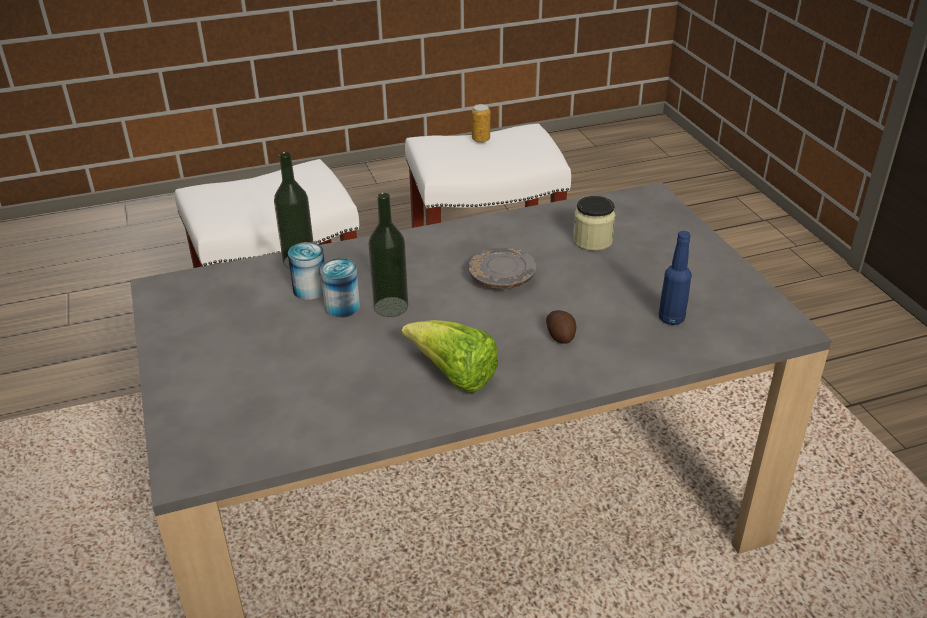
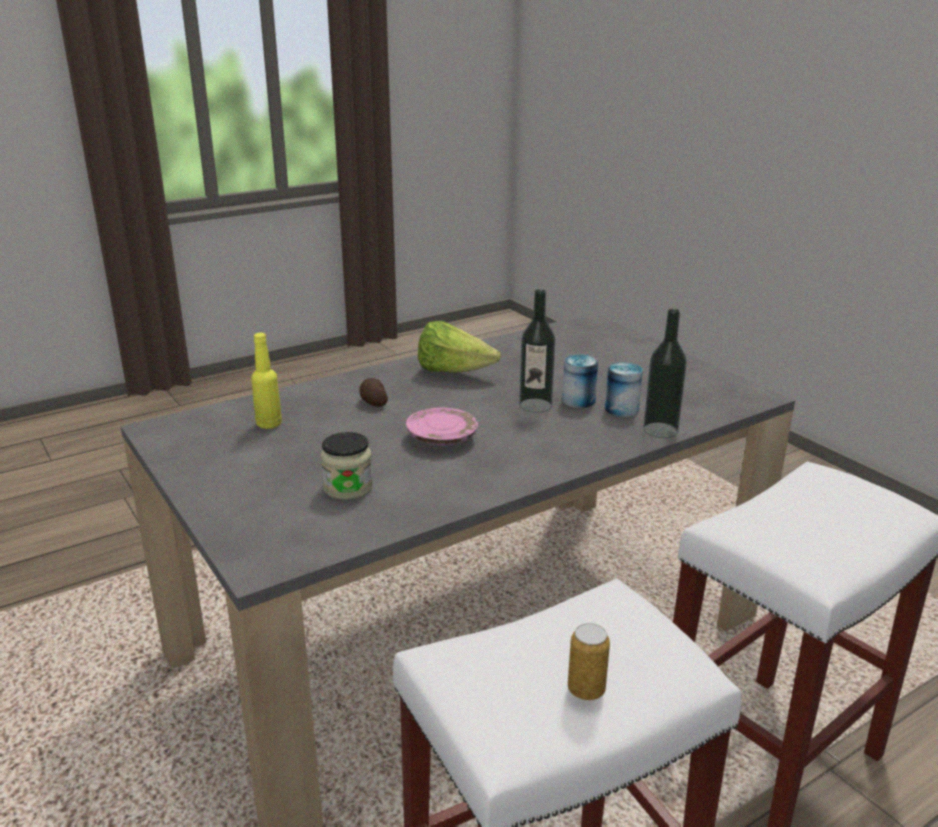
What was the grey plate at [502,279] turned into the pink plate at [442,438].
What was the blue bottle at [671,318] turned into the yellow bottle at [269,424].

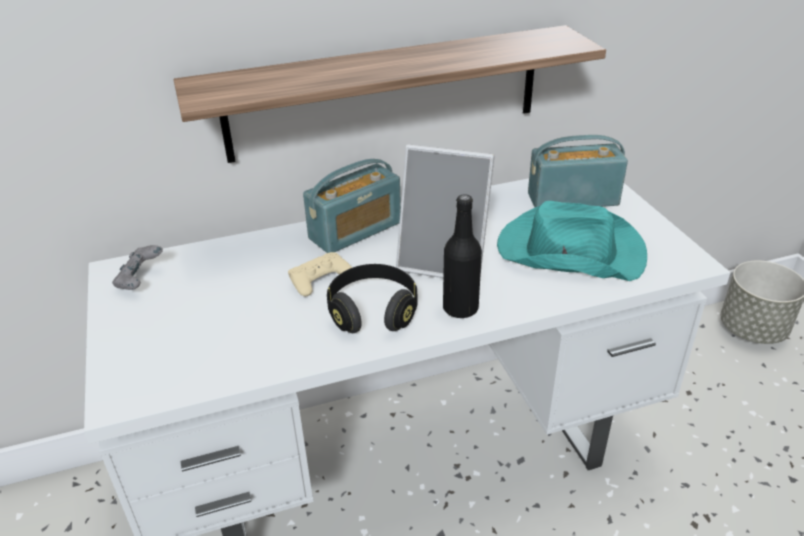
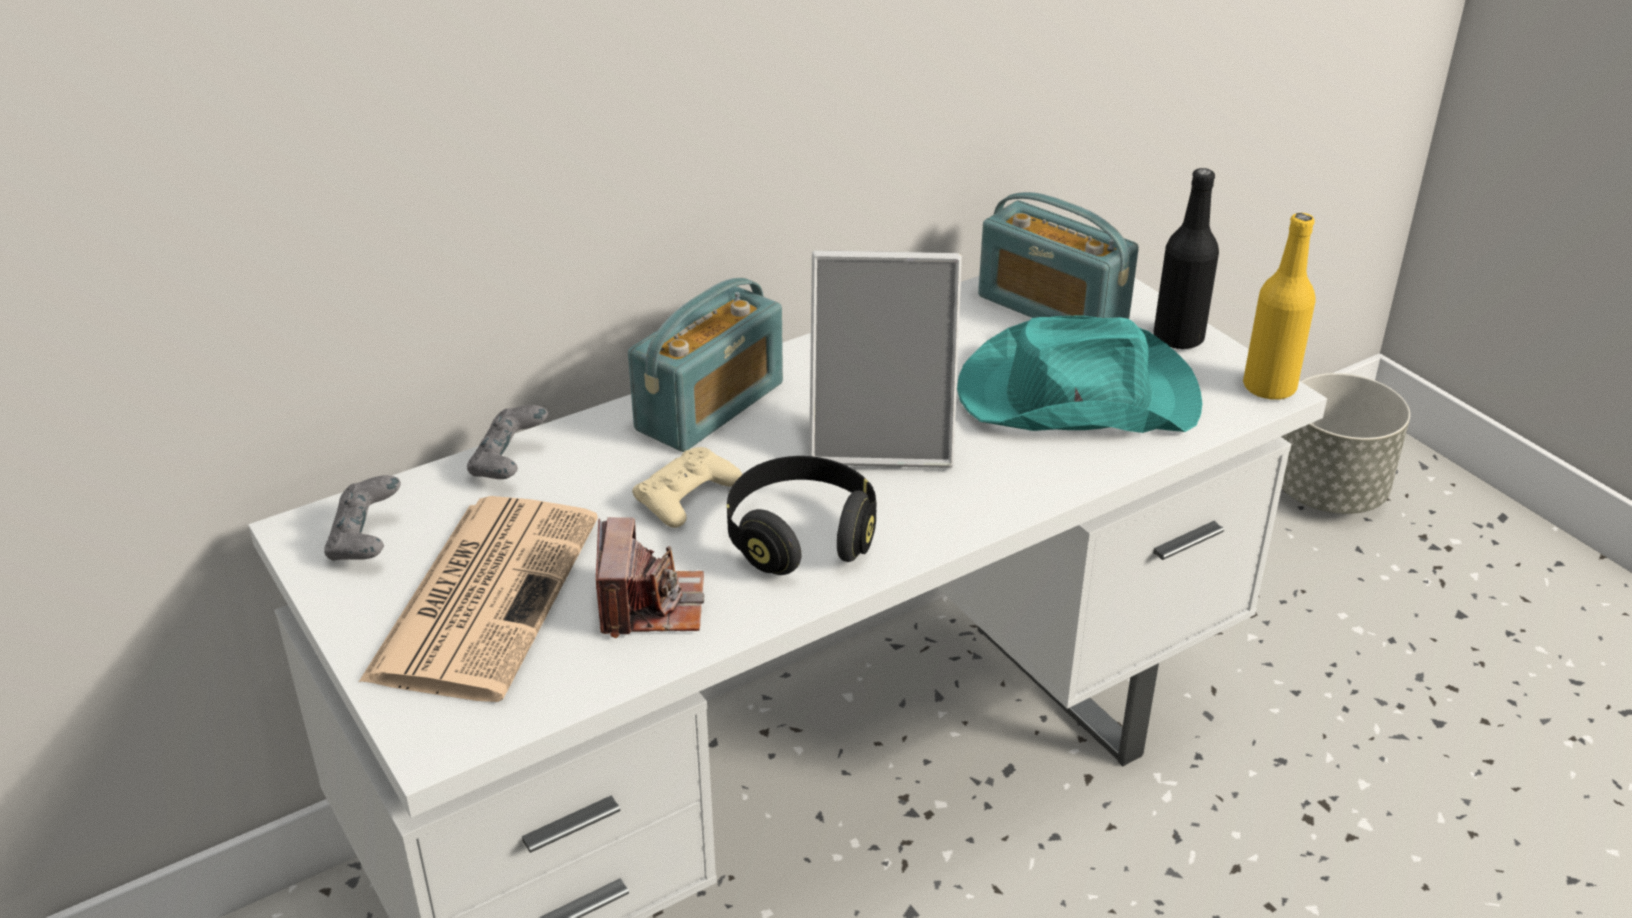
The second view lost the shelf at [384,94].
The second view gained the newspaper at [484,595].
The second view gained the grey game controller at [509,464].
The second view gained the photo camera at [650,604].
The second view gained the yellow bottle at [1269,387].
The black bottle ended up elsewhere, having gone from [460,308] to [1178,338].
The radio at [572,199] ended up facing another way, 120 degrees counterclockwise from before.

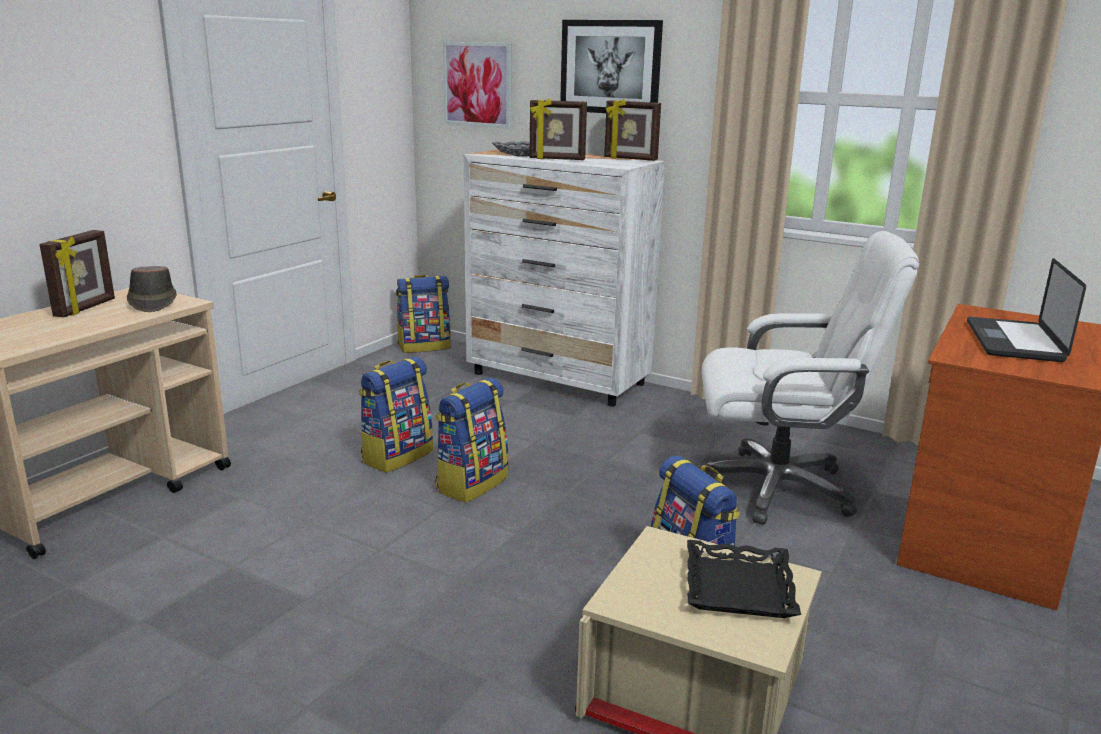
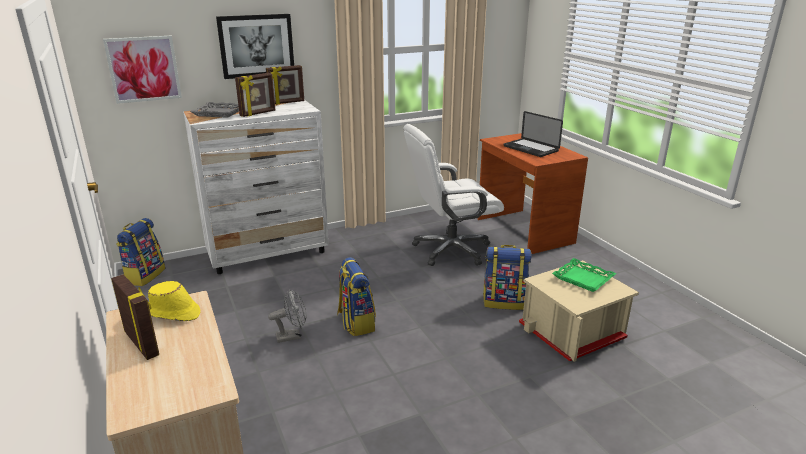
Where the backpack stood at [397,456], the grey fan came to stand at [292,336].
What was the brown hat at [152,303] turned into the yellow hat at [173,313].
What was the black tray at [737,587] turned into the green tray at [583,279].
The white office chair at [777,488] ended up facing another way, 150 degrees counterclockwise from before.

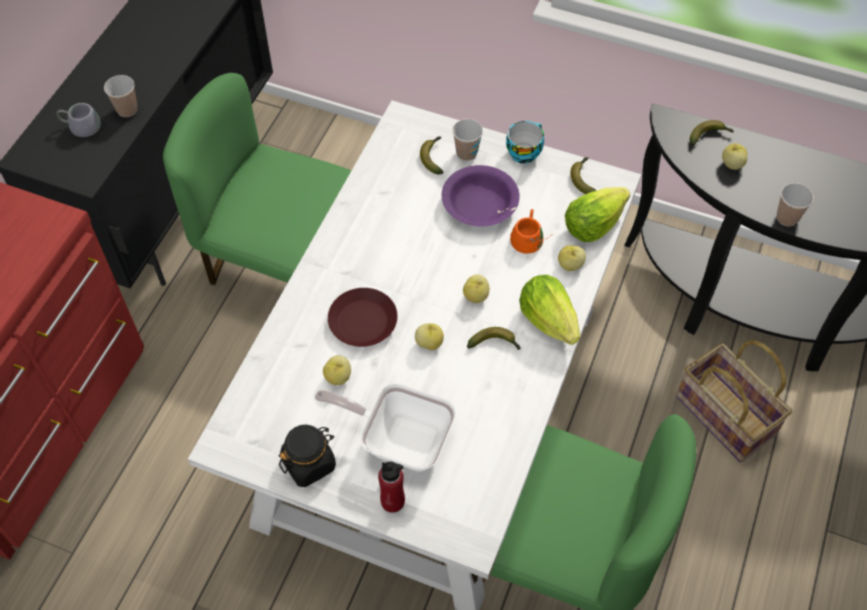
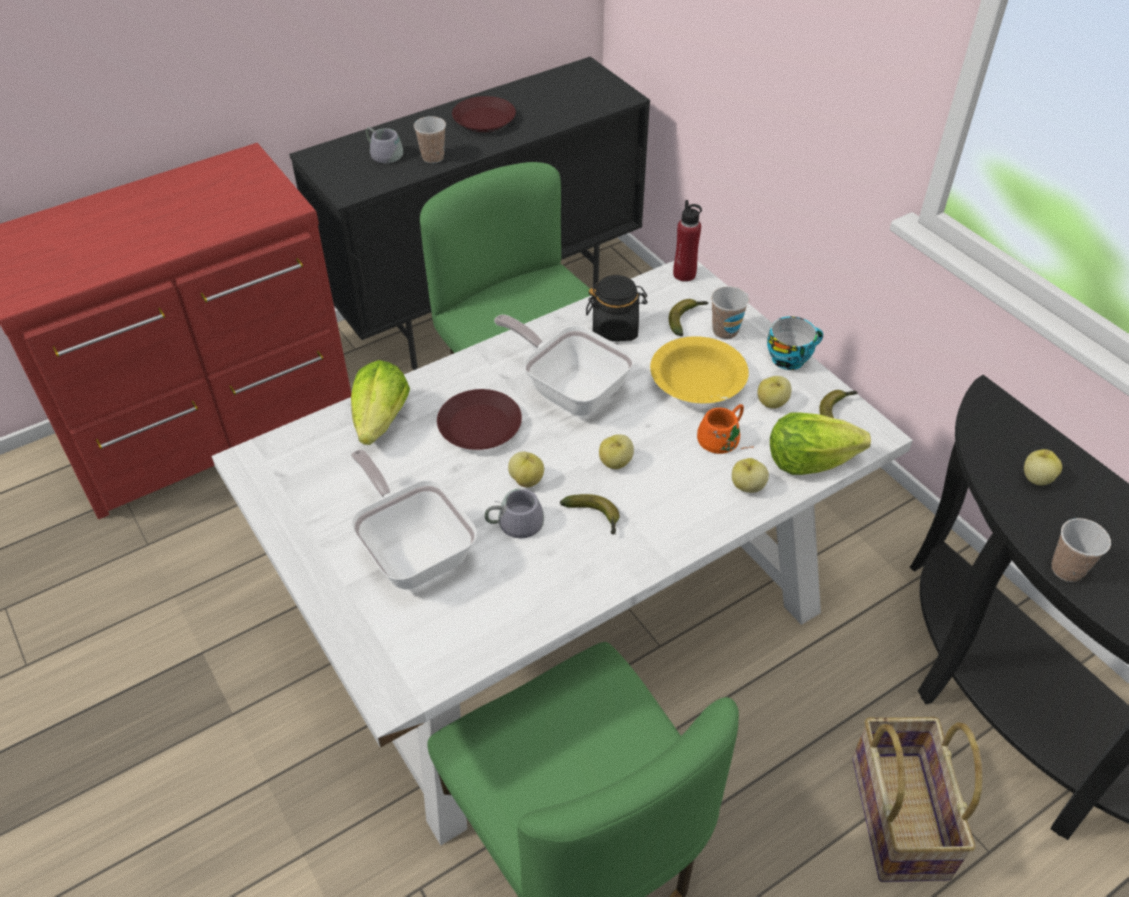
The second view lost the banana at [709,136].
The second view gained the brown plate at [483,120].
The second view gained the grey mug at [513,519].
The second view gained the frying pan at [570,389].
The black jar ended up elsewhere, having gone from [309,463] to [615,328].
The apple ended up elsewhere, having gone from [338,377] to [772,403].
The red bottle ended up elsewhere, having gone from [393,501] to [684,274].
The lettuce ended up elsewhere, having gone from [548,320] to [381,421].
What was the purple bowl at [480,204] turned into the yellow bowl at [697,382].

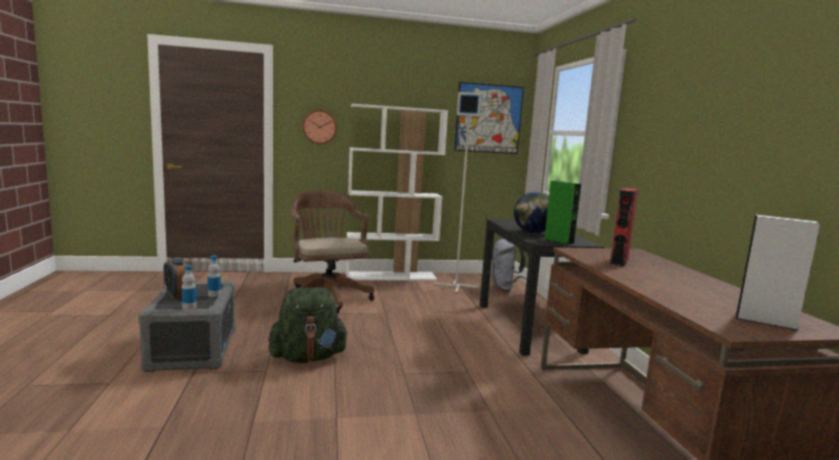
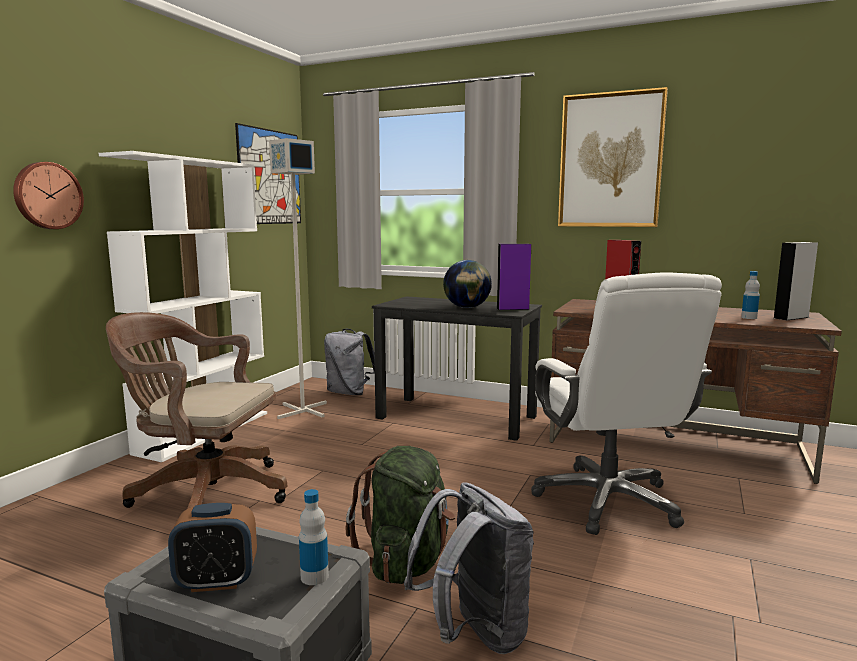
The second view gained the grey backpack at [474,633].
The second view gained the white office chair at [608,501].
The second view gained the picture at [610,161].
The bottle ended up elsewhere, having gone from [214,294] to [749,317].
What was the green speaker at [559,241] turned into the purple speaker at [512,308].

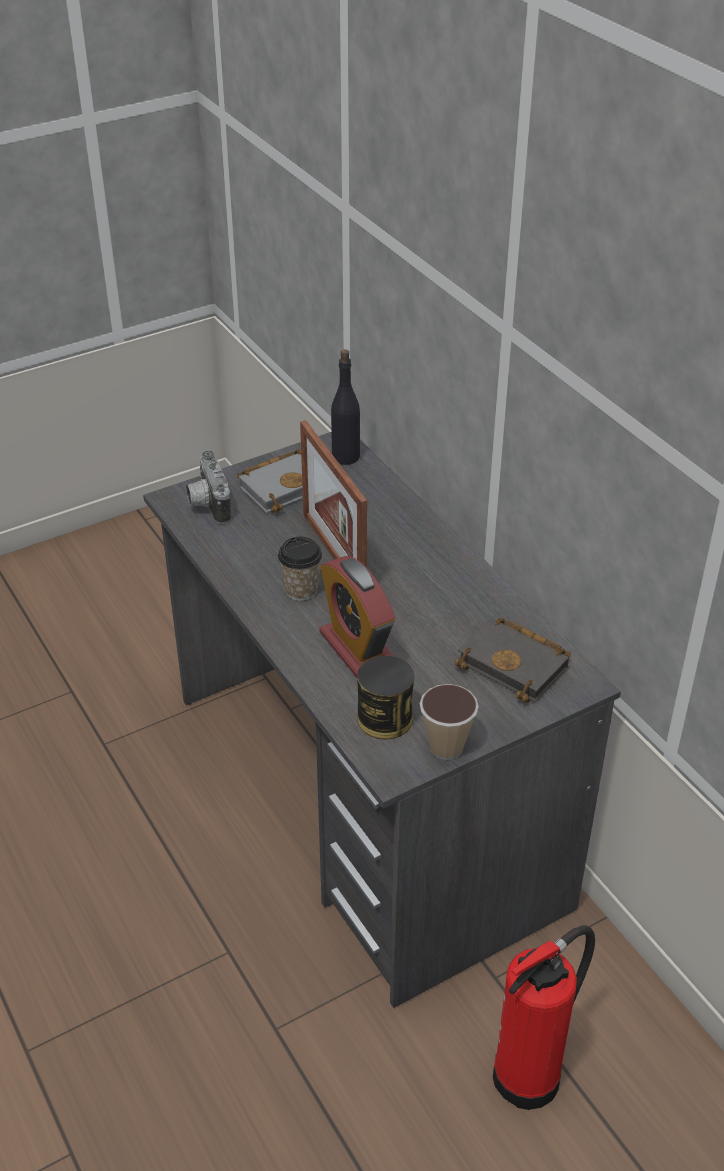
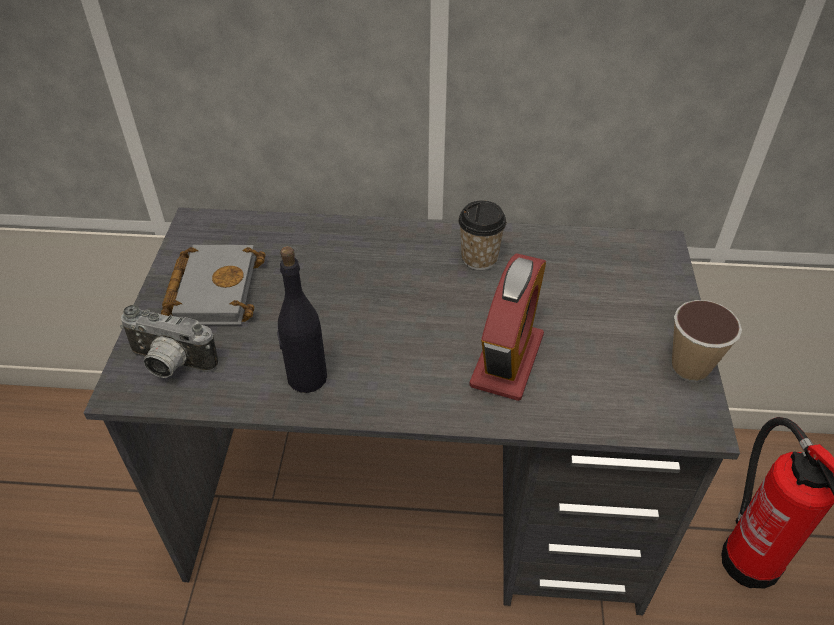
The second view lost the picture frame at [334,554].
The second view lost the can at [384,719].
The second view lost the black book at [516,665].
The cup ended up elsewhere, having gone from [301,590] to [479,258].
The black bottle ended up elsewhere, having gone from [345,456] to [306,378].
The alarm clock at [357,648] ended up facing another way, 75 degrees counterclockwise from before.

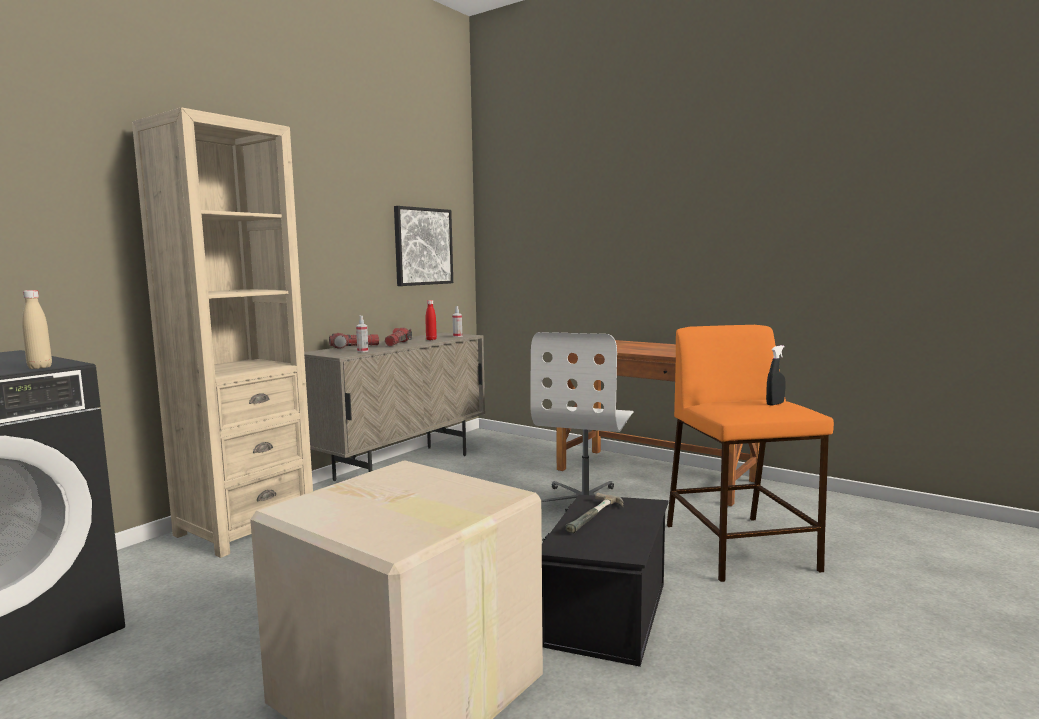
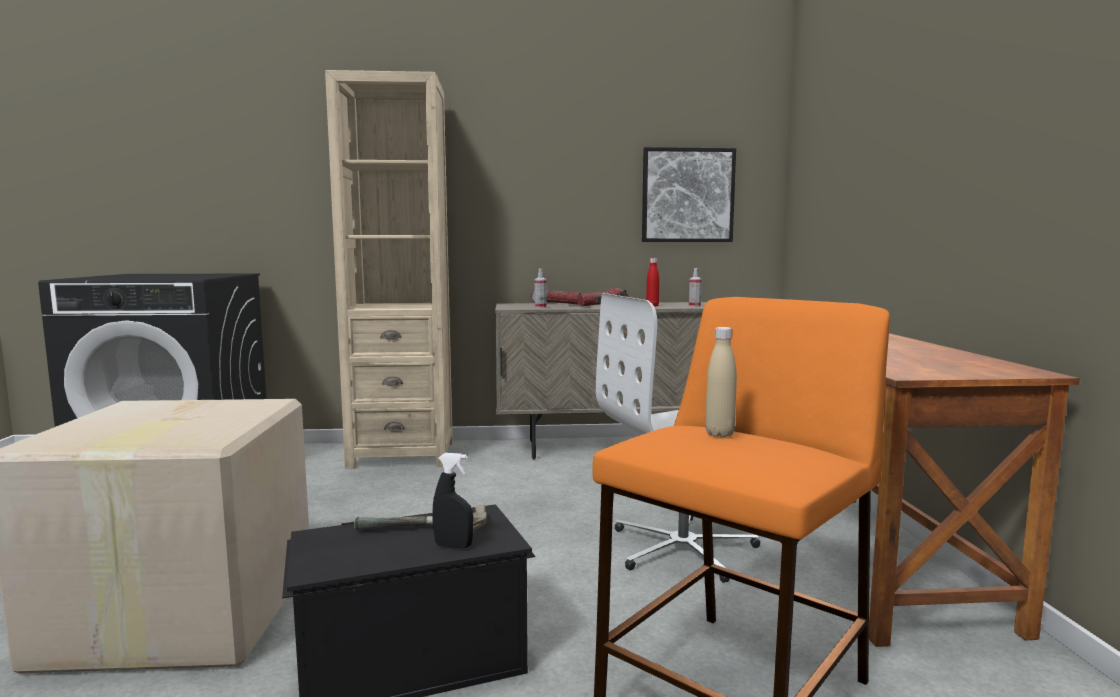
The beige bottle ended up elsewhere, having gone from [40,367] to [719,434].
The black spray bottle ended up elsewhere, having gone from [775,404] to [453,546].

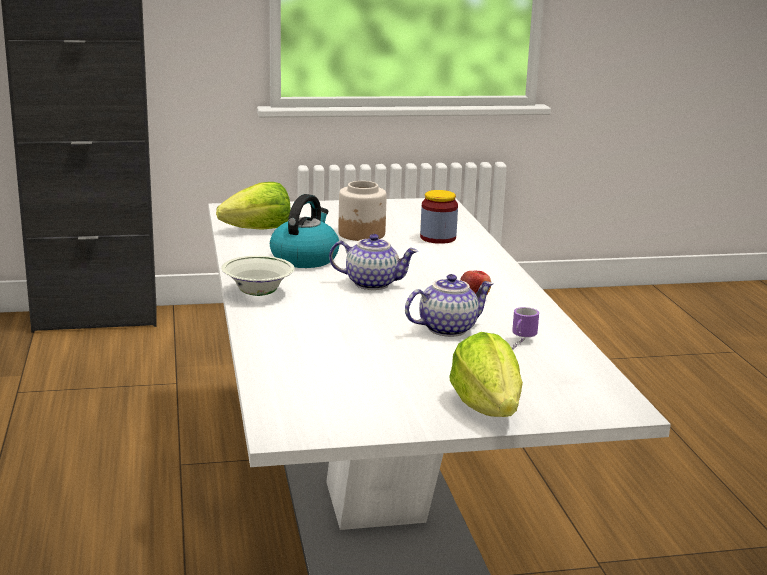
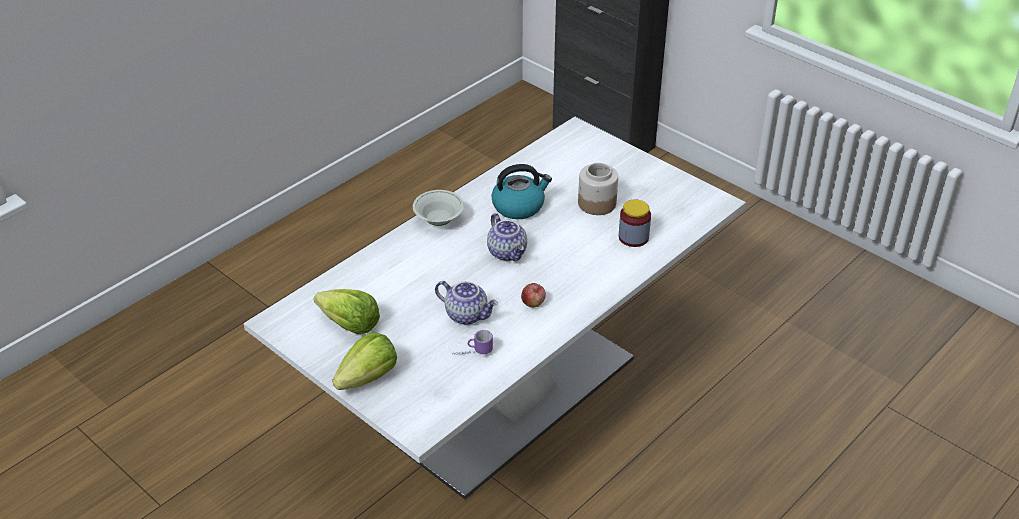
The lettuce ended up elsewhere, having gone from [258,230] to [349,325].

